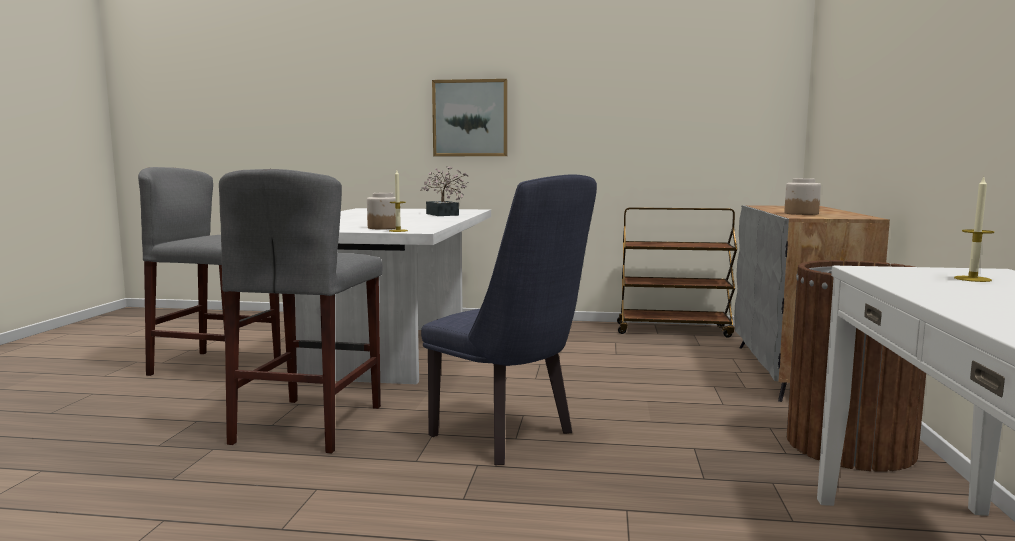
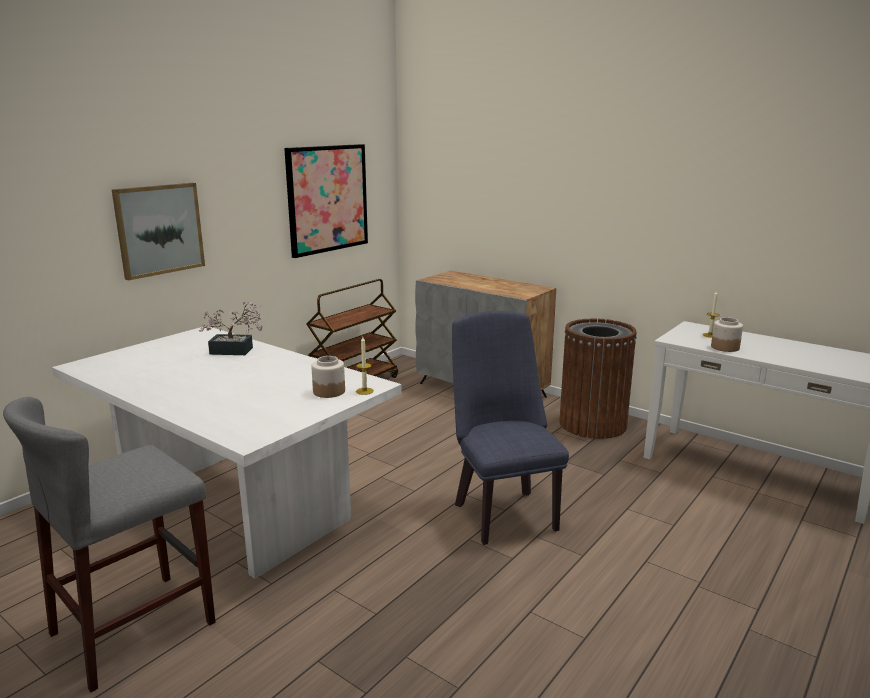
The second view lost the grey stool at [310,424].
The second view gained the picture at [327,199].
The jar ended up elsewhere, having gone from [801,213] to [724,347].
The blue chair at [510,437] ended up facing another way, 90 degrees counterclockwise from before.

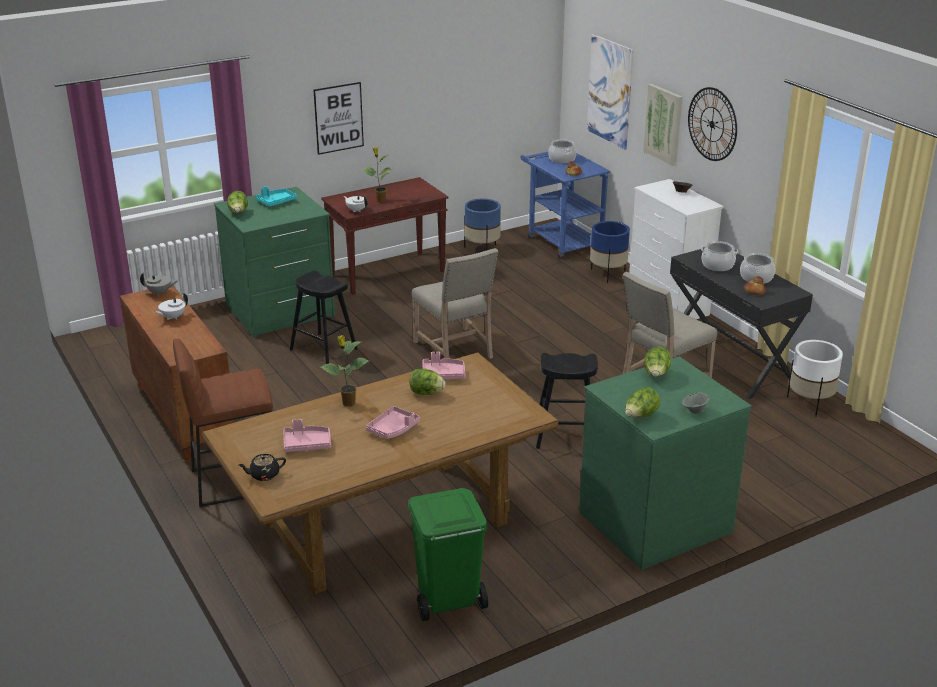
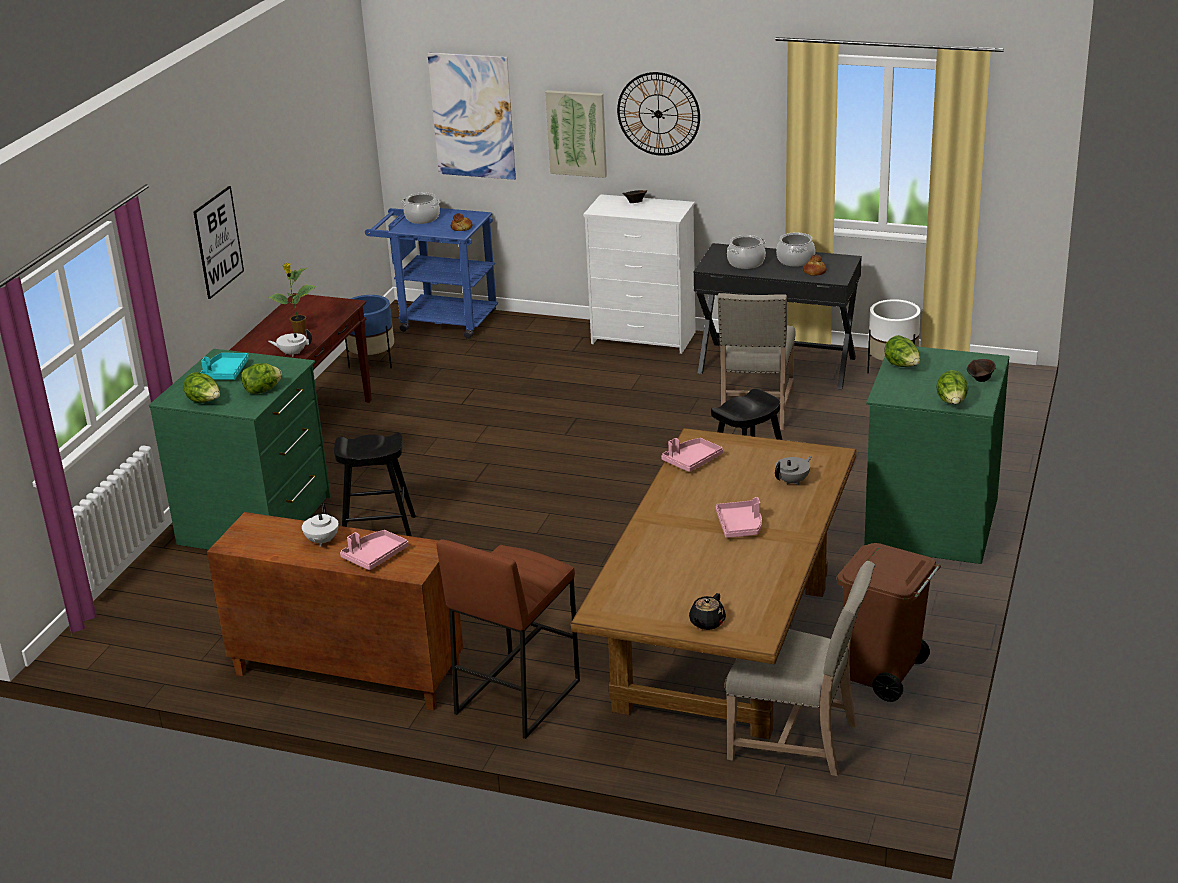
The second view lost the potted plant at [348,403].
The second view lost the blue planter at [607,274].
The grey teapot ended up elsewhere, having gone from [160,293] to [793,481].
The pink tray ended up elsewhere, having gone from [307,444] to [374,556].
The lettuce ended up elsewhere, having gone from [426,393] to [262,391].
The beige chair ended up elsewhere, having gone from [456,350] to [798,740].
What was the green trash can at [447,601] turned into the brown trash can at [883,675].
What was the grey bowl at [694,411] turned into the brown bowl at [980,379].

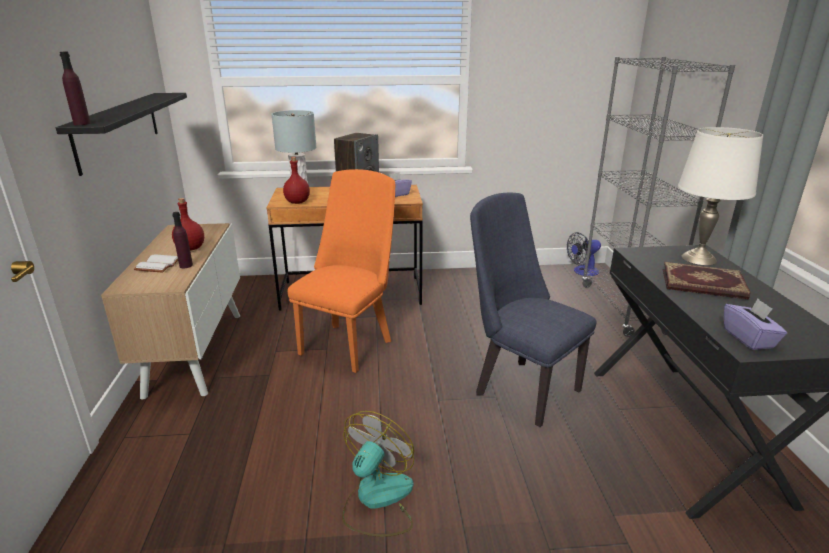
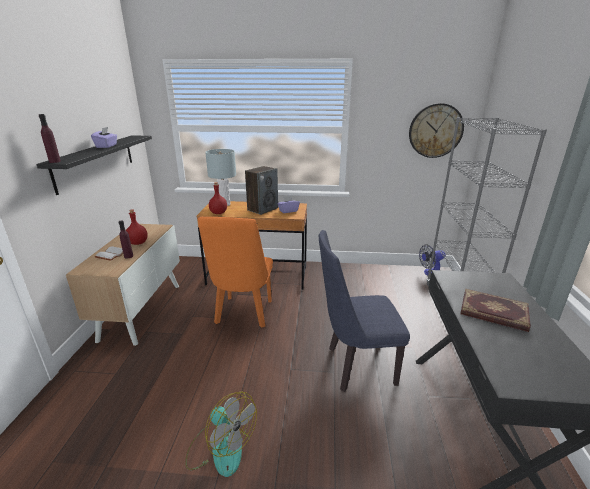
The second view lost the white table lamp at [698,258].
The second view gained the wall clock at [435,131].
The purple tissue box ended up elsewhere, having gone from [749,338] to [107,146].
The orange chair at [349,343] ended up facing another way, 150 degrees clockwise from before.
The fan at [377,500] ended up facing another way, 90 degrees clockwise from before.
The blue chair at [520,387] ended up facing another way, 60 degrees counterclockwise from before.

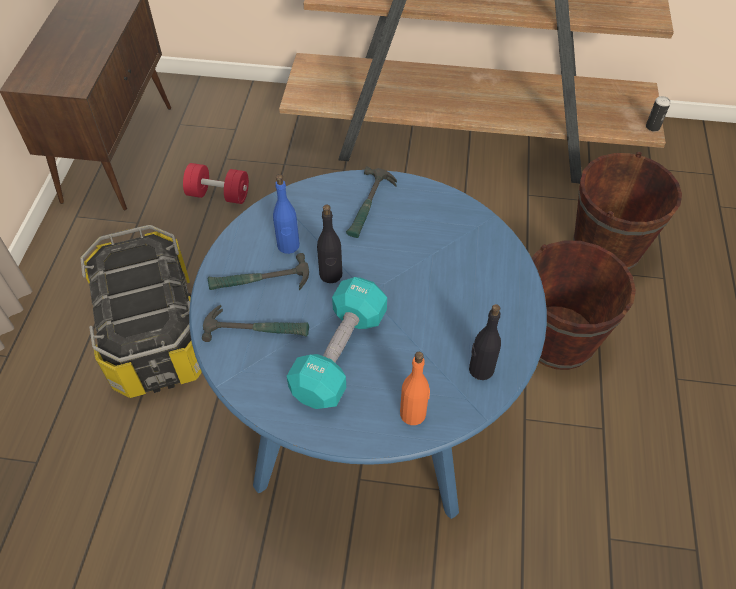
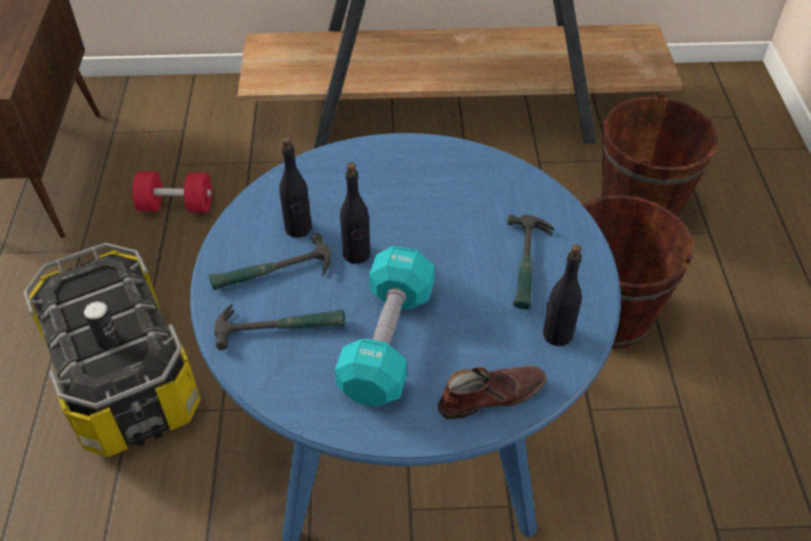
The hammer ended up elsewhere, having gone from [369,206] to [527,265].
The can ended up elsewhere, having gone from [652,127] to [108,340].
Where the orange bottle stood at [413,413], the brown shoe came to stand at [490,395].
What was the blue bottle at [288,245] turned into the black bottle at [298,228].

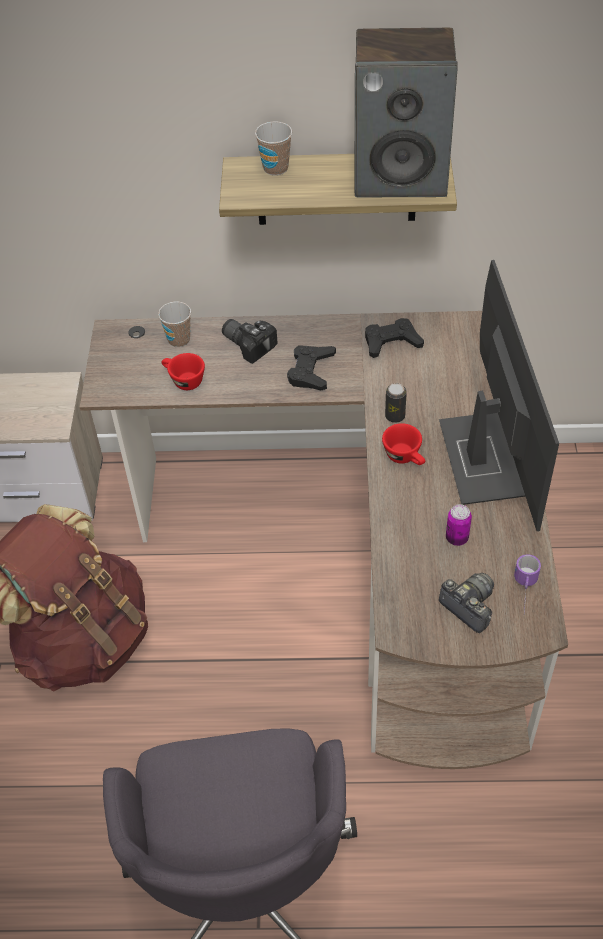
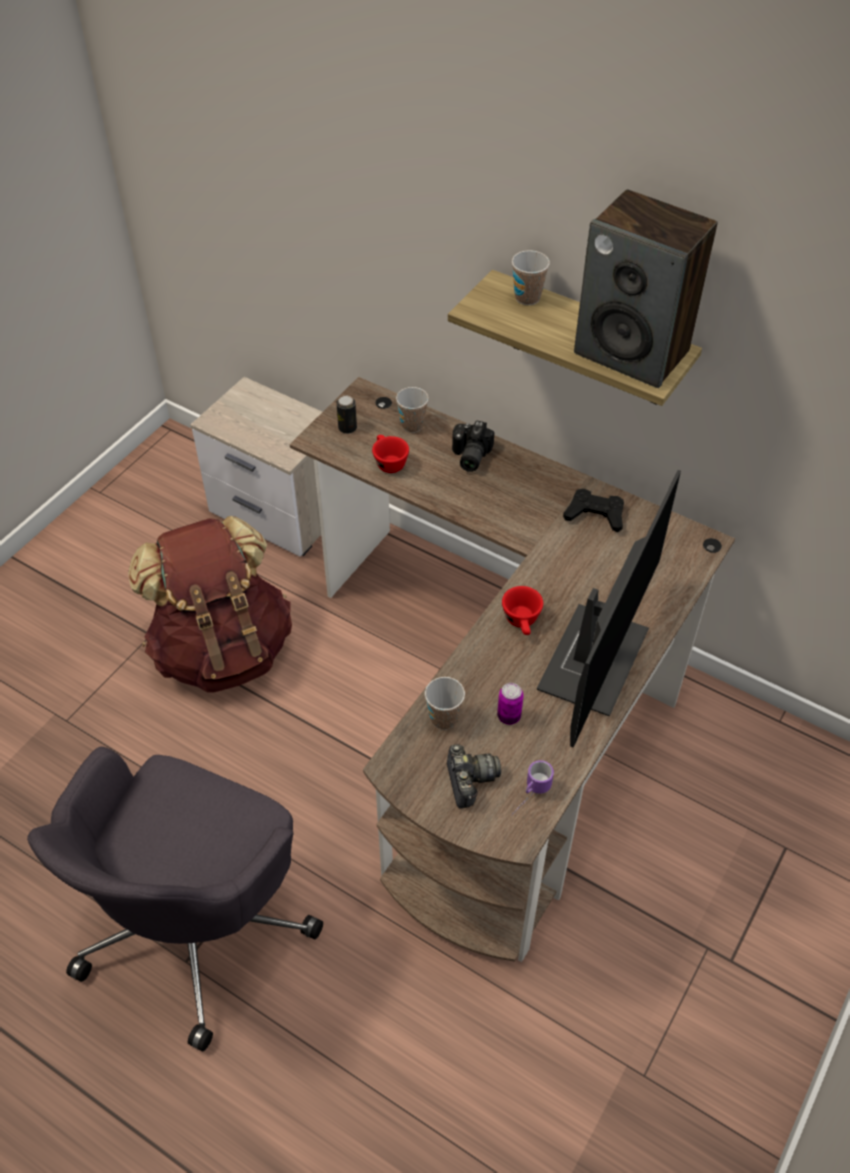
The second view lost the black game controller at [311,371].
The second view gained the cup at [444,718].
The can ended up elsewhere, having gone from [395,416] to [347,428].
The photo camera at [249,343] ended up facing another way, 150 degrees counterclockwise from before.

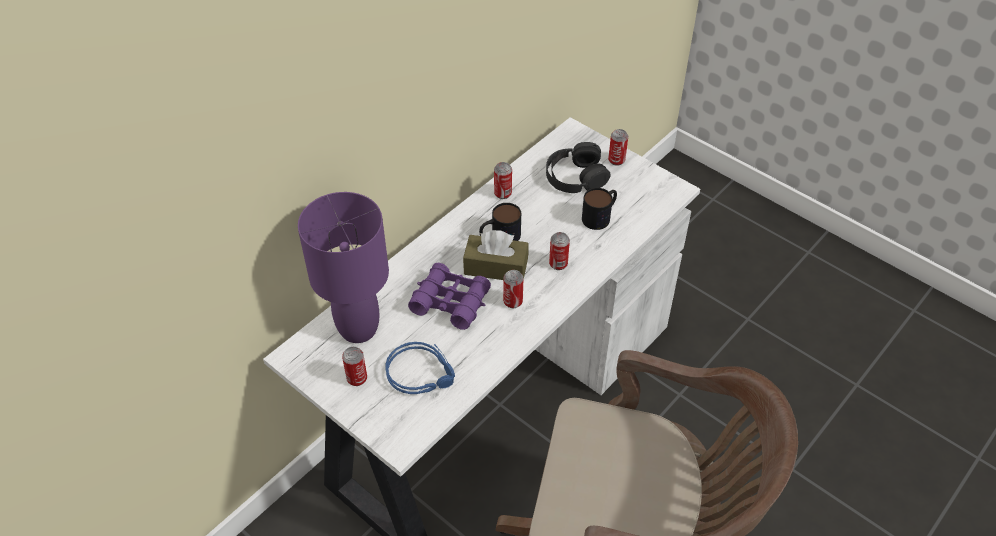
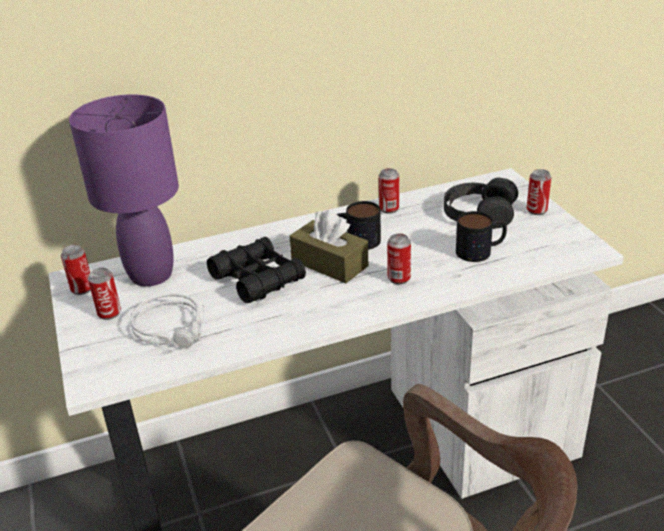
The can ended up elsewhere, having gone from [513,301] to [82,289].
What was the blue headphones at [422,372] turned into the grey headphones at [174,328].
What was the purple binoculars at [450,302] turned into the black binoculars at [257,279].

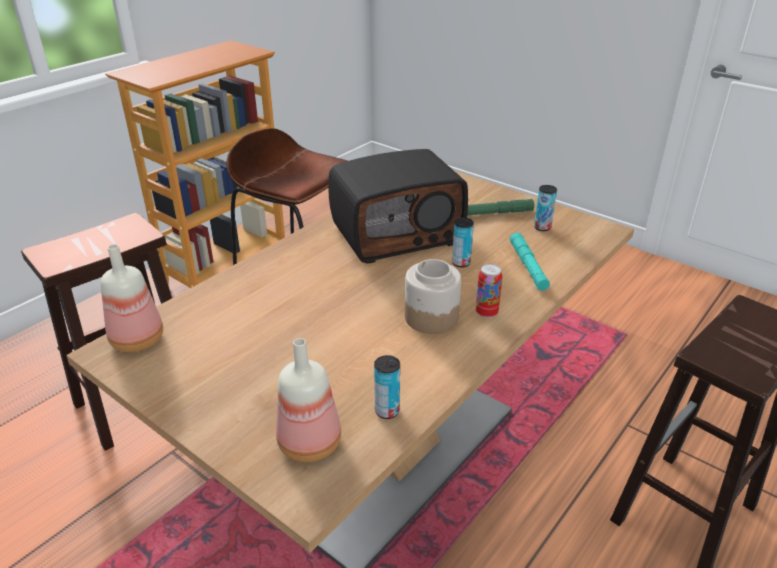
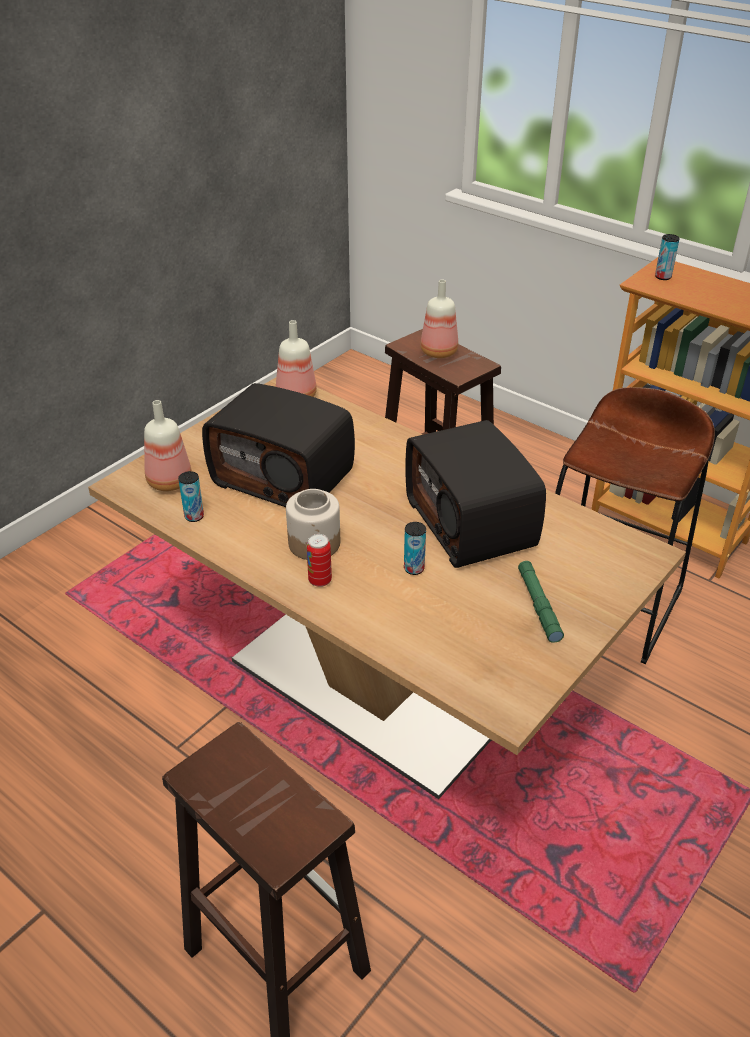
The second view lost the turquoise flashlight at [528,266].
The second view gained the radio at [284,477].
The second view gained the bottle at [438,351].
The can ended up elsewhere, having gone from [542,227] to [663,277].

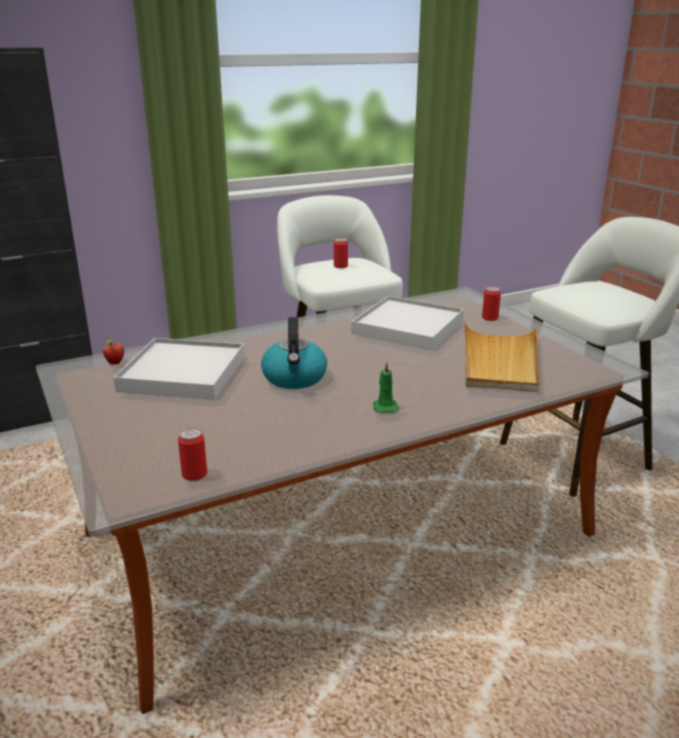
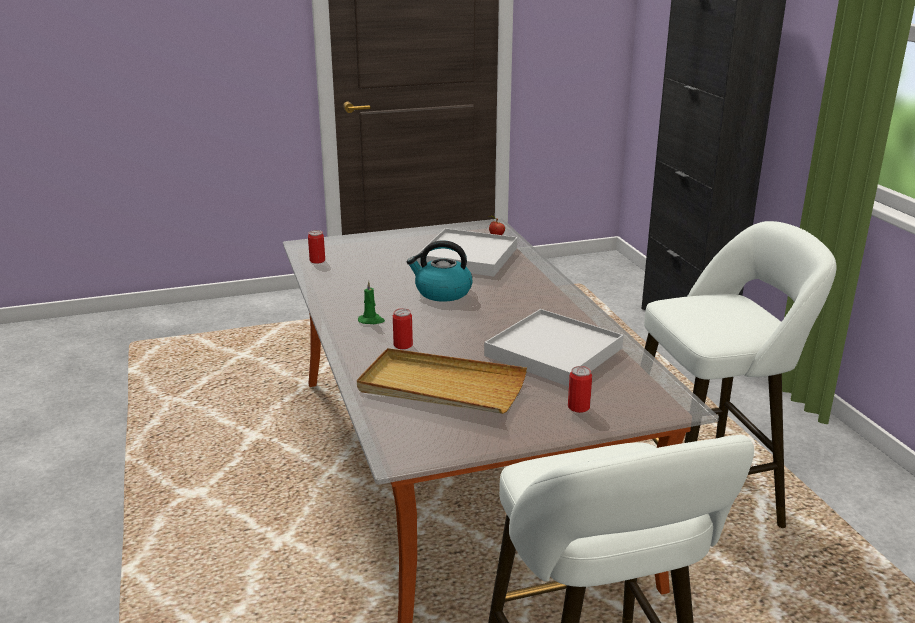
The can ended up elsewhere, having gone from [340,266] to [403,345].

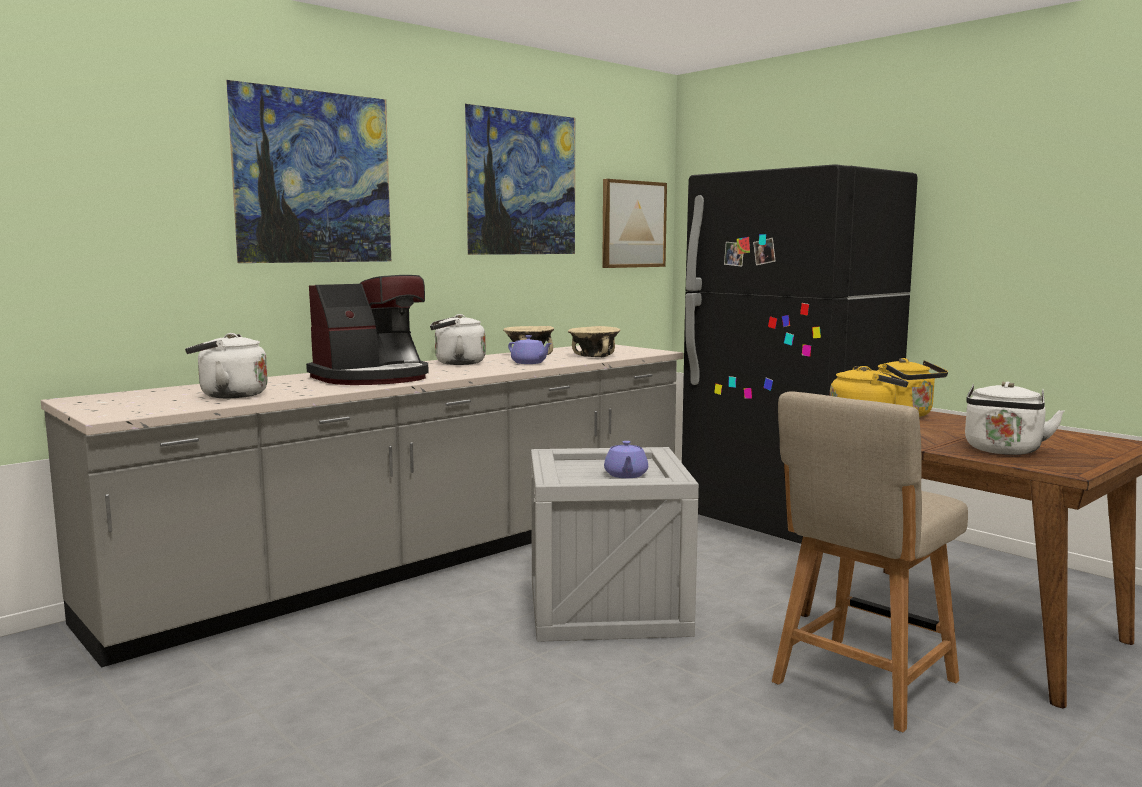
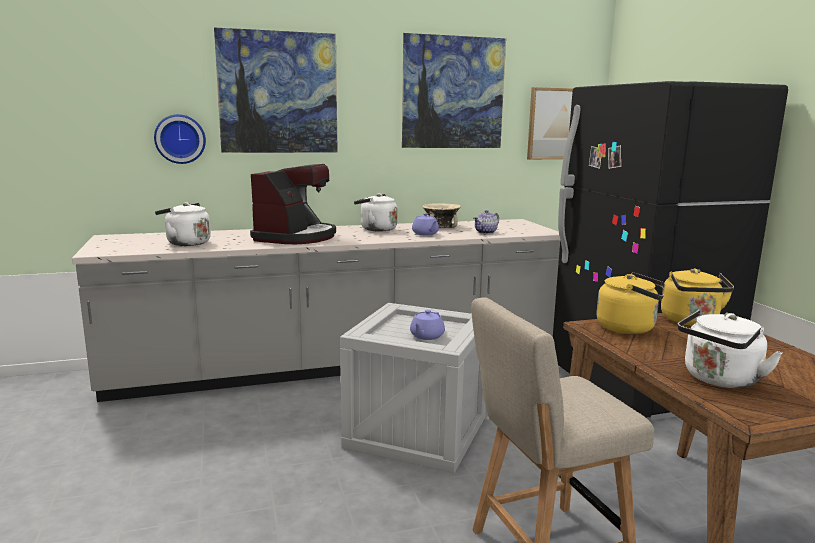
The second view gained the wall clock at [180,139].
Where the beige bowl stood at [594,356], the teapot came to stand at [486,232].
The coffee machine at [372,377] ended up facing another way, 60 degrees counterclockwise from before.

